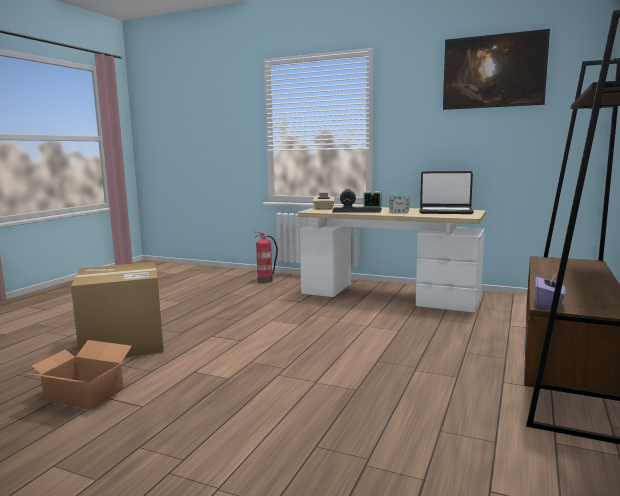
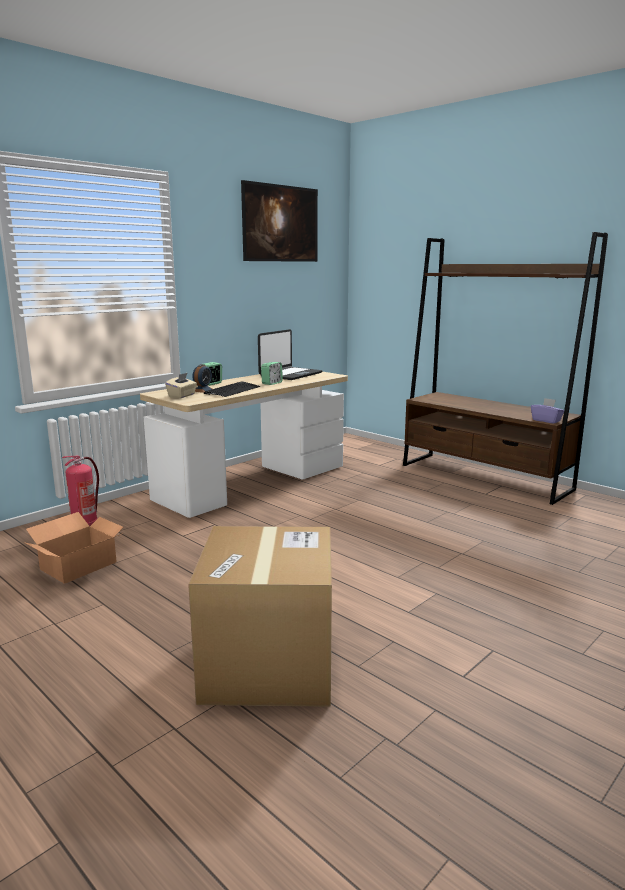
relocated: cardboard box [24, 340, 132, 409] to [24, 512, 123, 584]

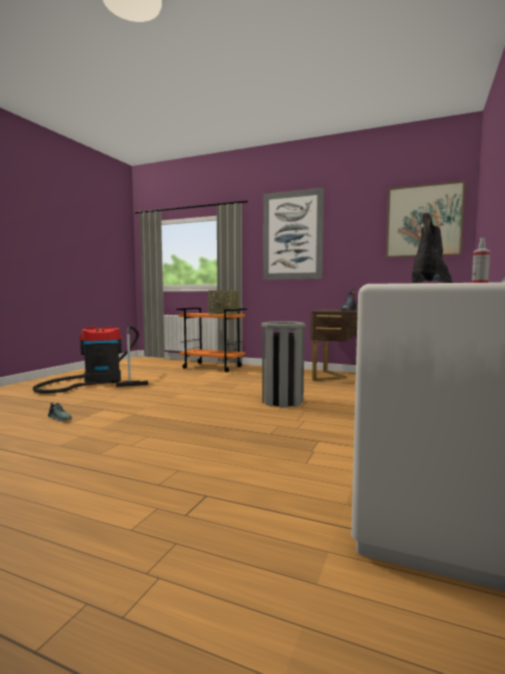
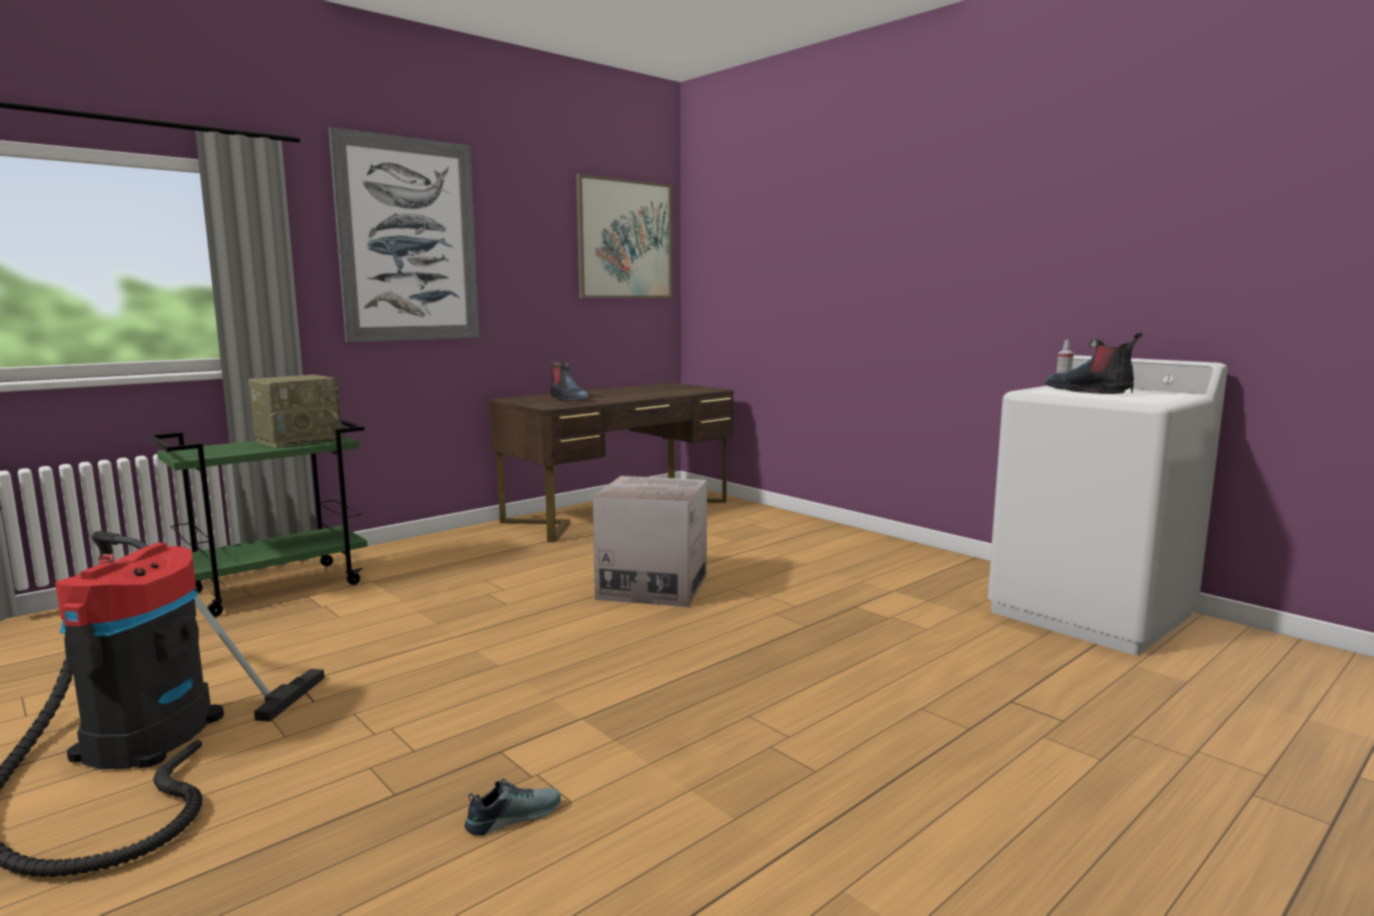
exchanged: grey trash can [261, 321, 306, 408] to cardboard box [593, 476, 707, 607]
colour: orangey cart [176, 308, 247, 372] to green-coloured cart [148, 420, 368, 617]

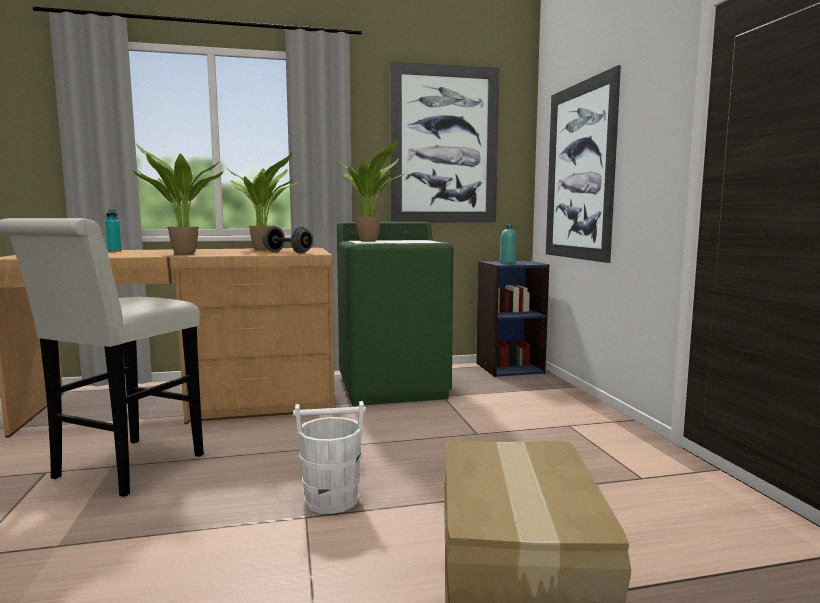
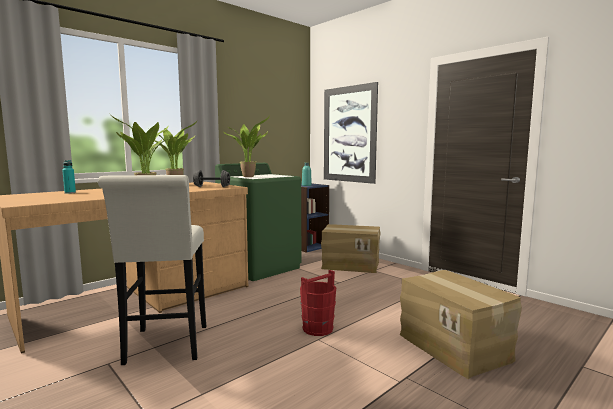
missing: wall art [390, 61, 499, 222]
appeared: cardboard box [321, 224, 380, 273]
colour: white-coloured pail [293, 401, 366, 514] to reddish pail [300, 270, 336, 336]

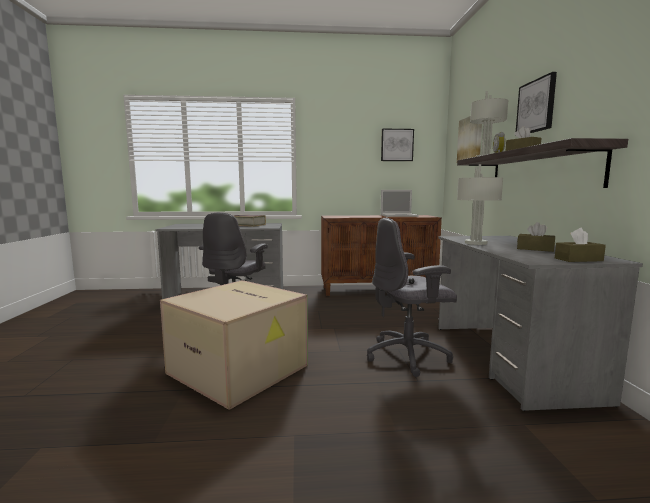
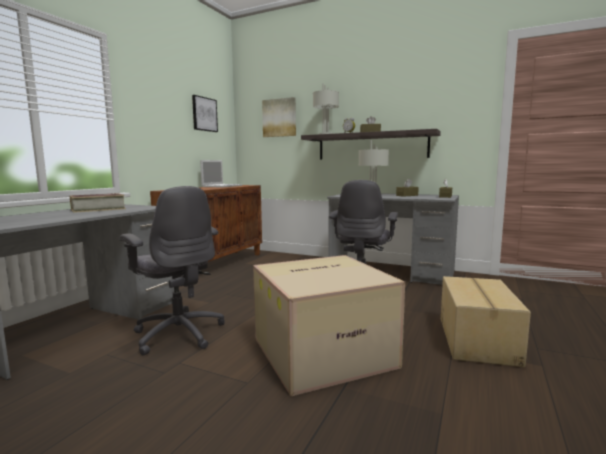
missing: wall art [515, 72, 557, 136]
appeared: cardboard box [441, 276, 531, 367]

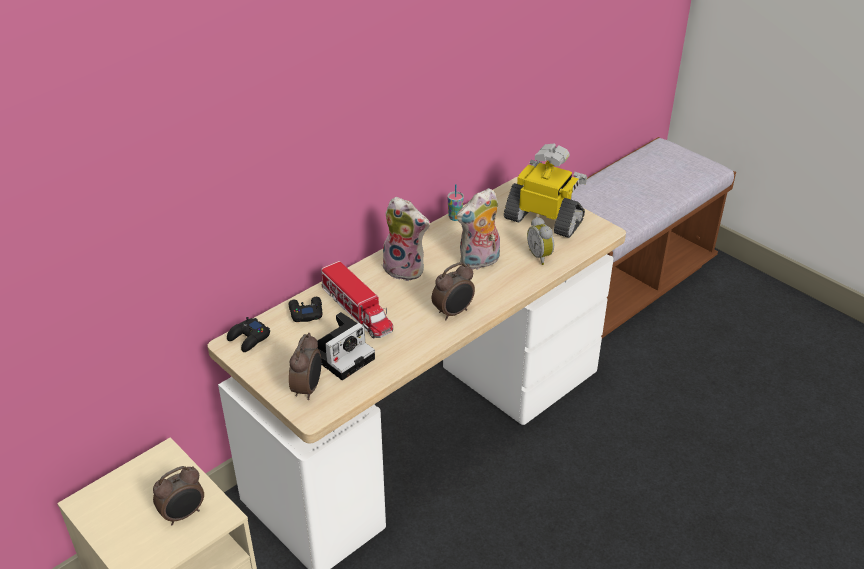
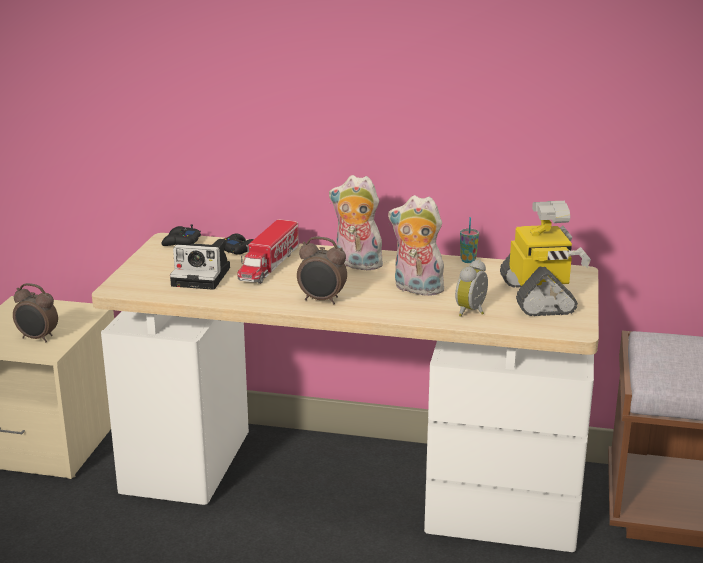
missing: alarm clock [289, 333, 321, 400]
spun: cuddly toy [383, 197, 430, 281] = [329, 175, 383, 270] 120 degrees clockwise

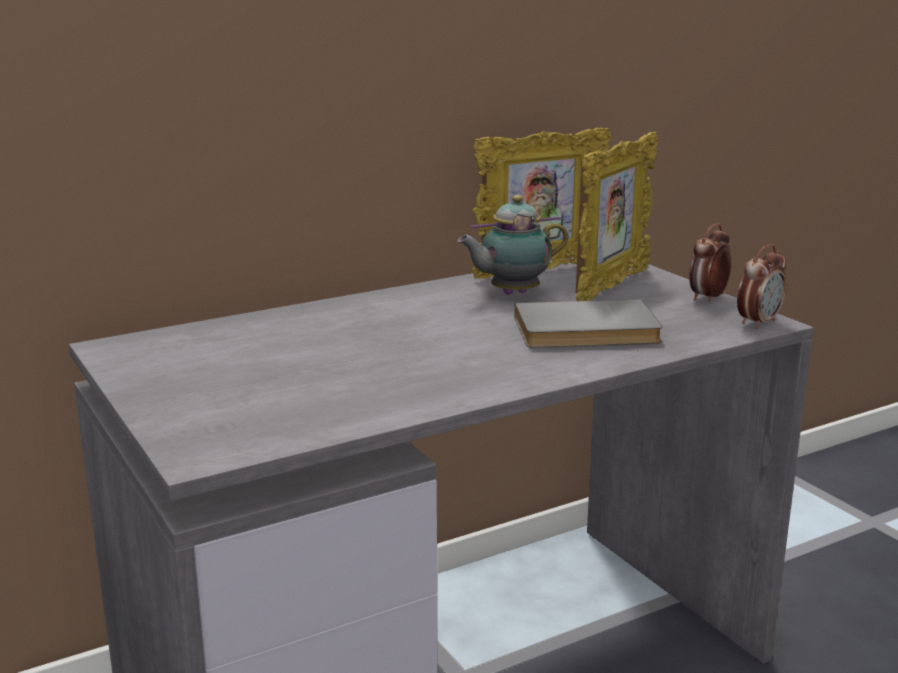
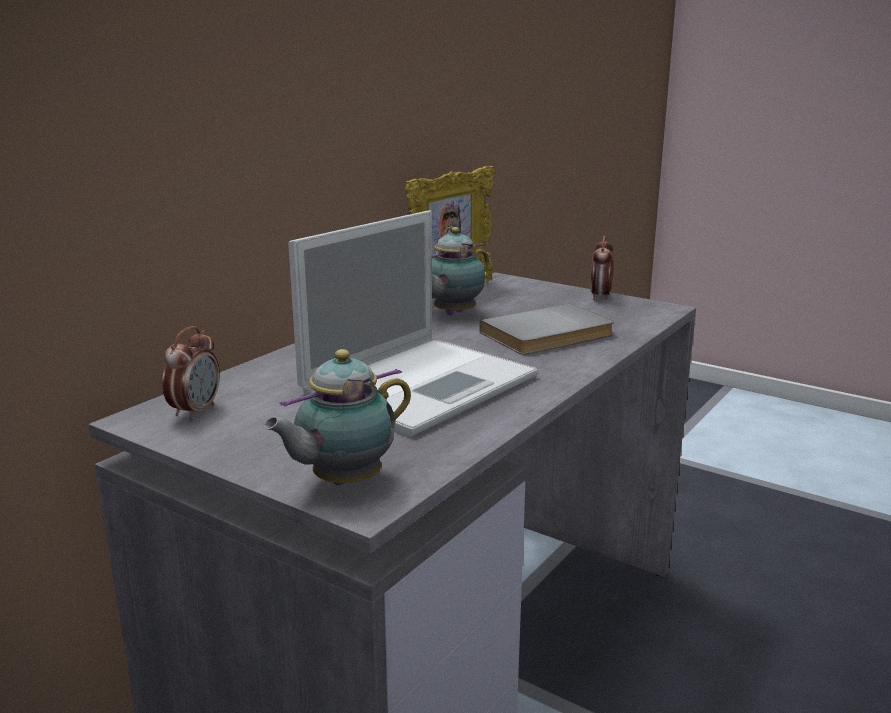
missing: photo frame [576, 132, 658, 301]
appeared: tea pot [263, 349, 411, 485]; notebook computer [288, 210, 537, 437]
relocated: alarm clock [737, 244, 786, 329] to [162, 326, 220, 420]

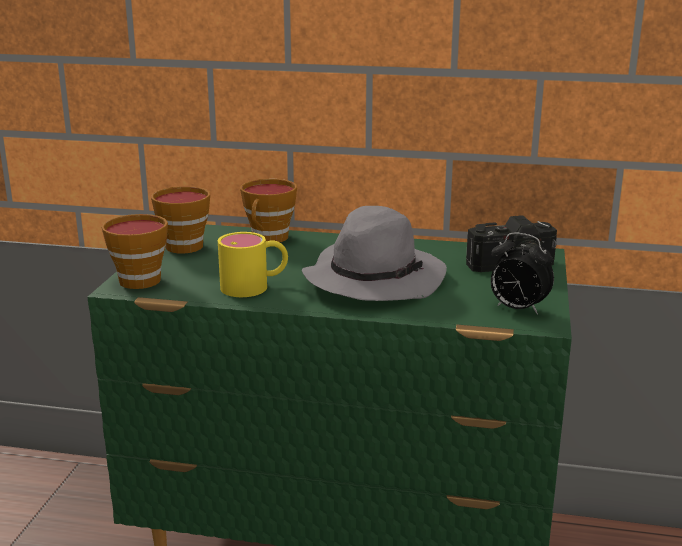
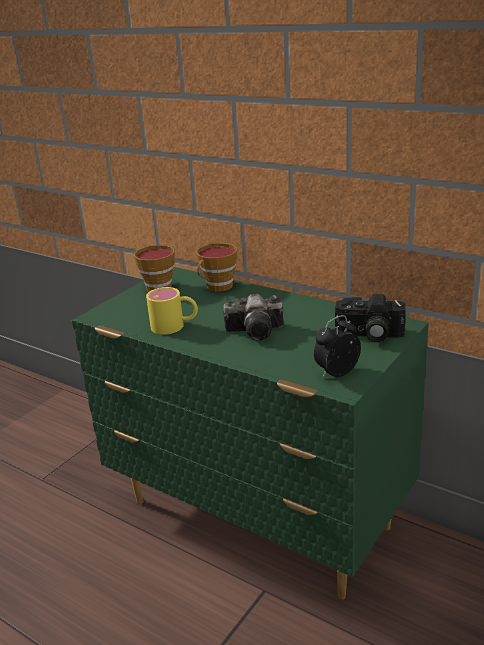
missing: cup [101, 214, 168, 289]
exchanged: grey wearable hat [302, 206, 447, 301] to still camera [223, 294, 283, 341]
spun: alarm clock [491, 233, 554, 315] = [314, 315, 361, 377] 90 degrees clockwise

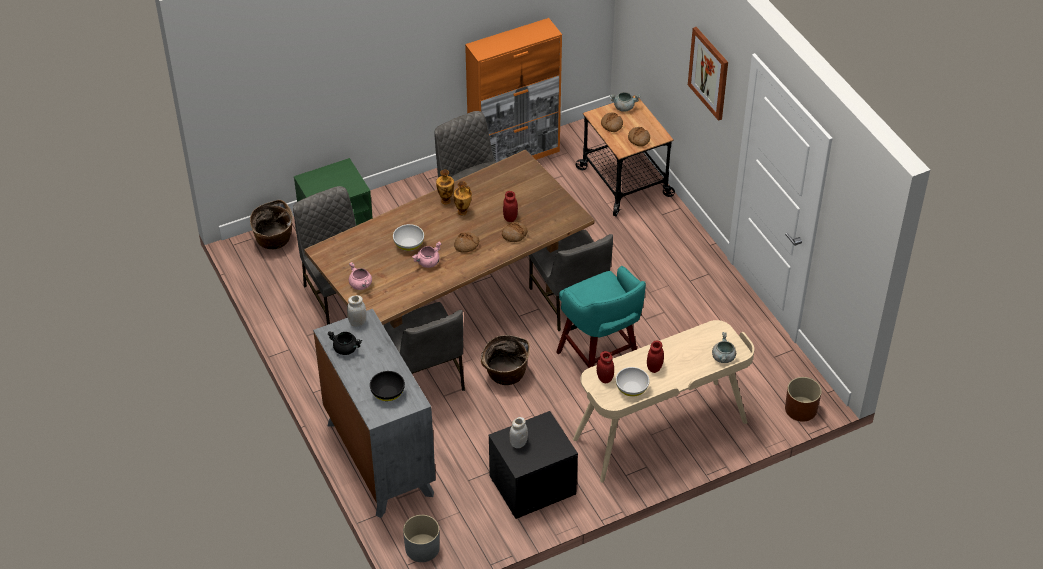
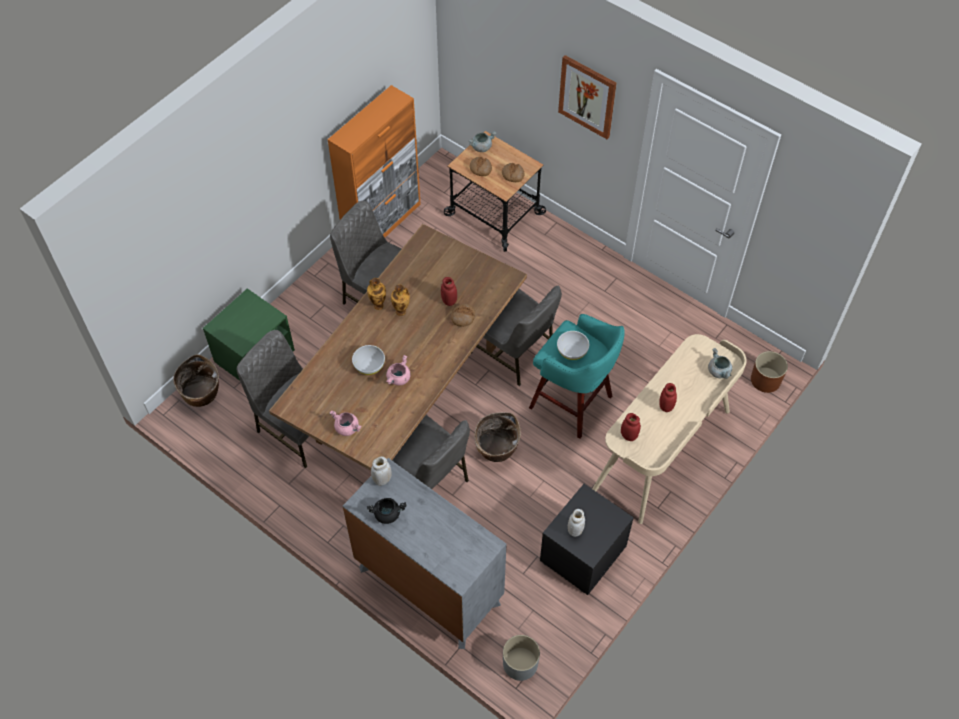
missing: blackish bowl [370, 371, 405, 401]; bread [454, 232, 479, 253]
relocated: white-coloured bowl [616, 367, 650, 397] to [557, 331, 589, 360]

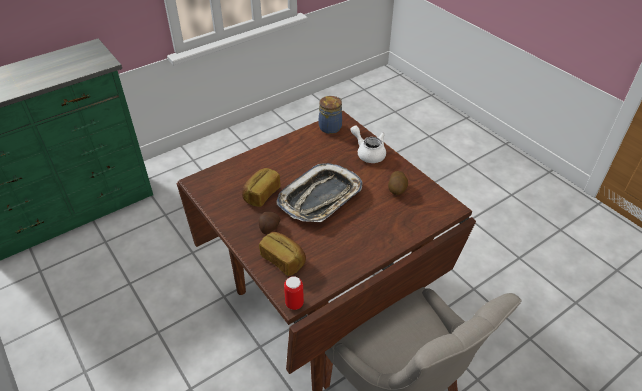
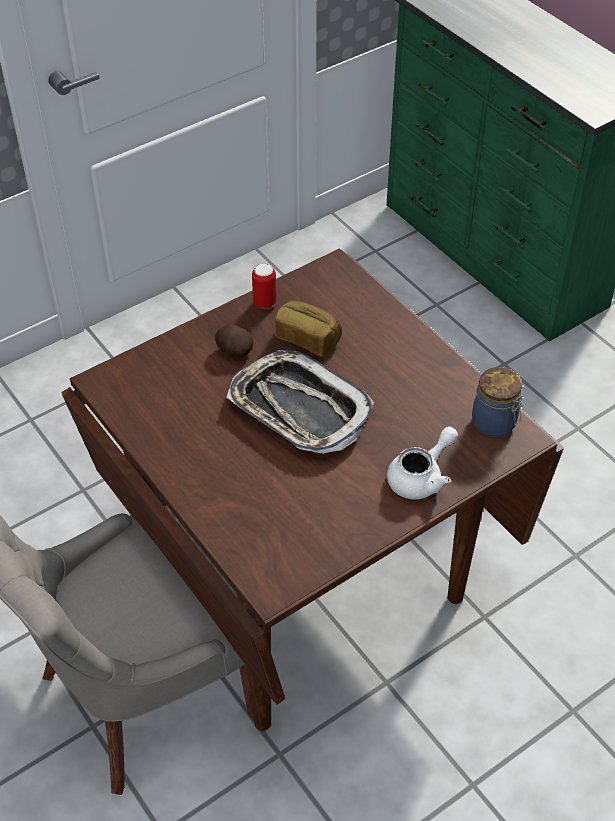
missing: bread [259, 232, 306, 276]; whole potato [388, 171, 408, 195]
relocated: can [284, 276, 304, 310] to [252, 264, 277, 309]

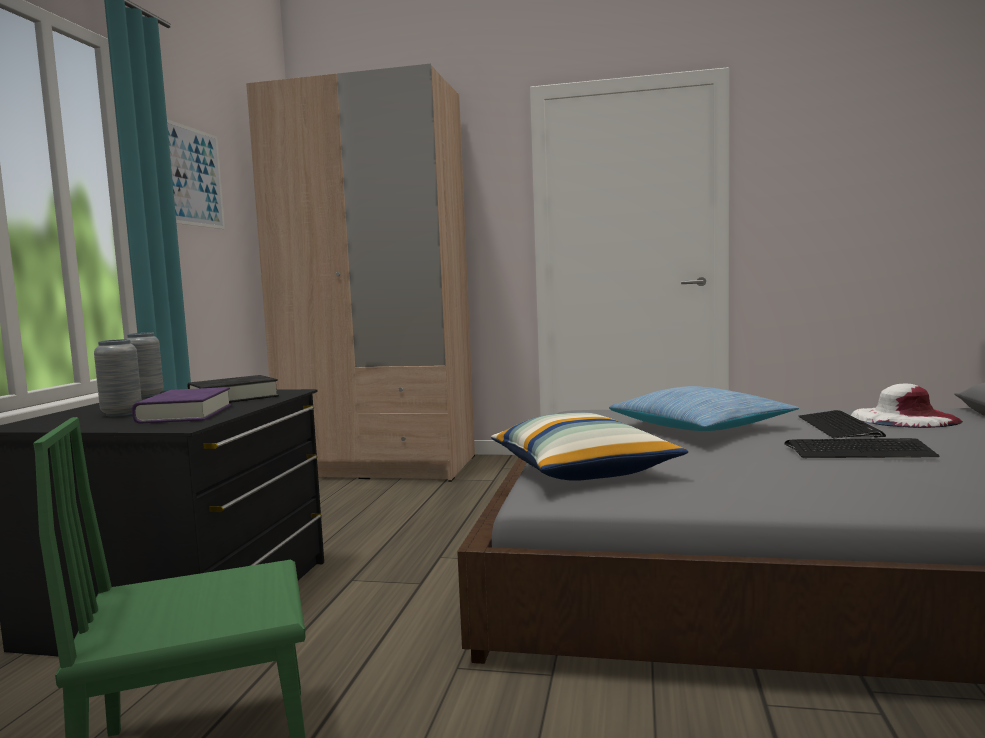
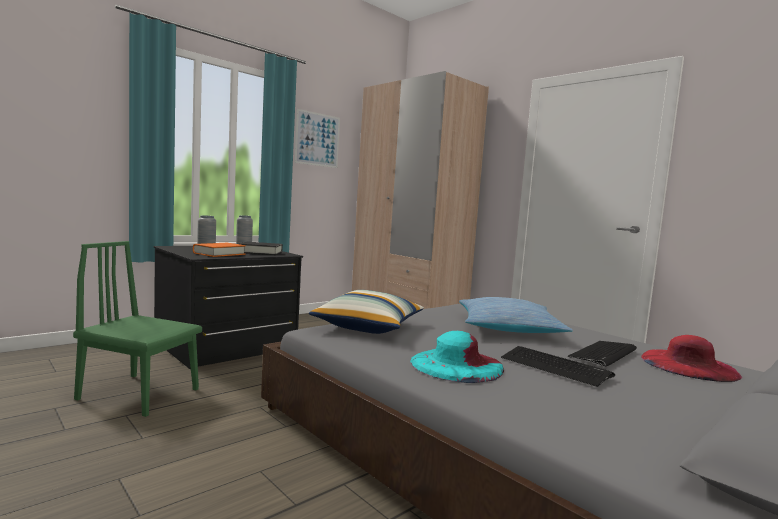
appeared: blue-green wearable hat [410, 331, 504, 383]
colour: purplish volume [132, 387, 231, 424] to orangey volume [193, 243, 246, 257]; white-coloured wearable hat [851, 384, 963, 428] to reddish wearable hat [641, 335, 742, 382]

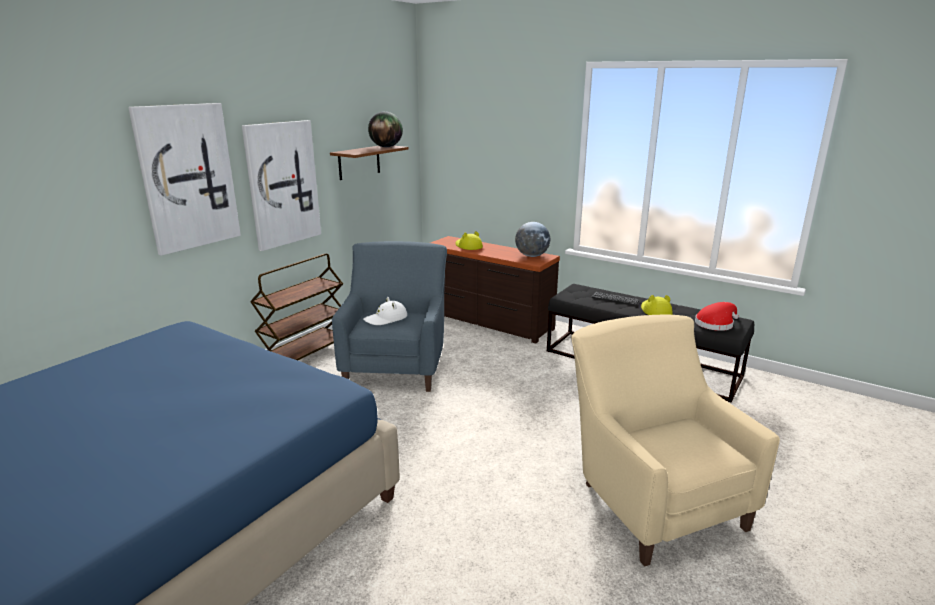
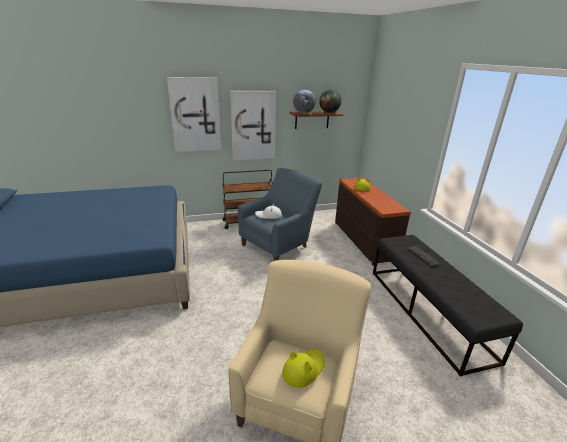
missing: reddish wearable hat [695, 302, 739, 331]
relocated: yellow-coloured wearable hat [641, 295, 673, 315] to [282, 349, 325, 388]; globe [515, 222, 550, 257] to [293, 90, 316, 114]

